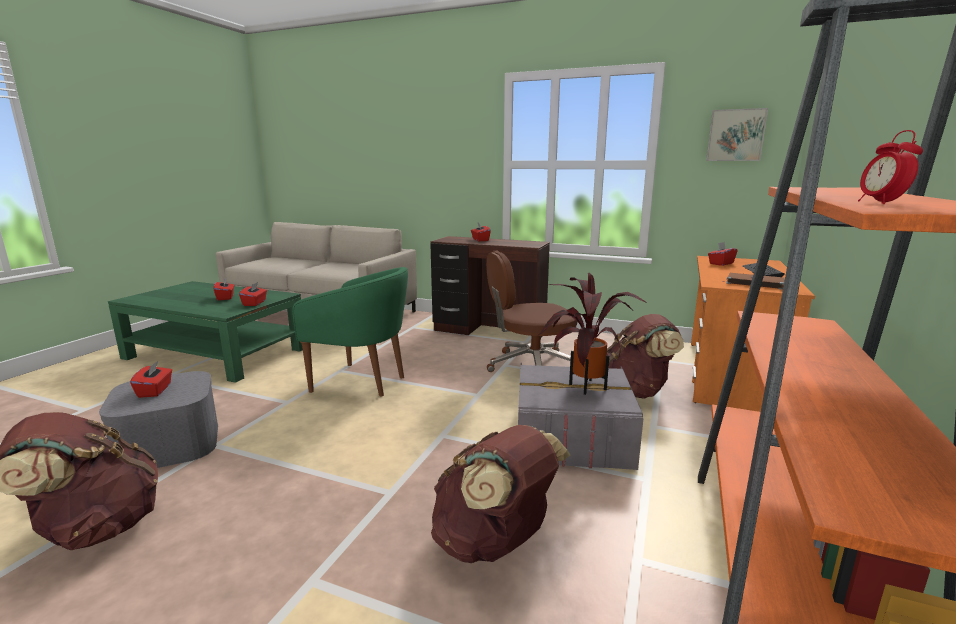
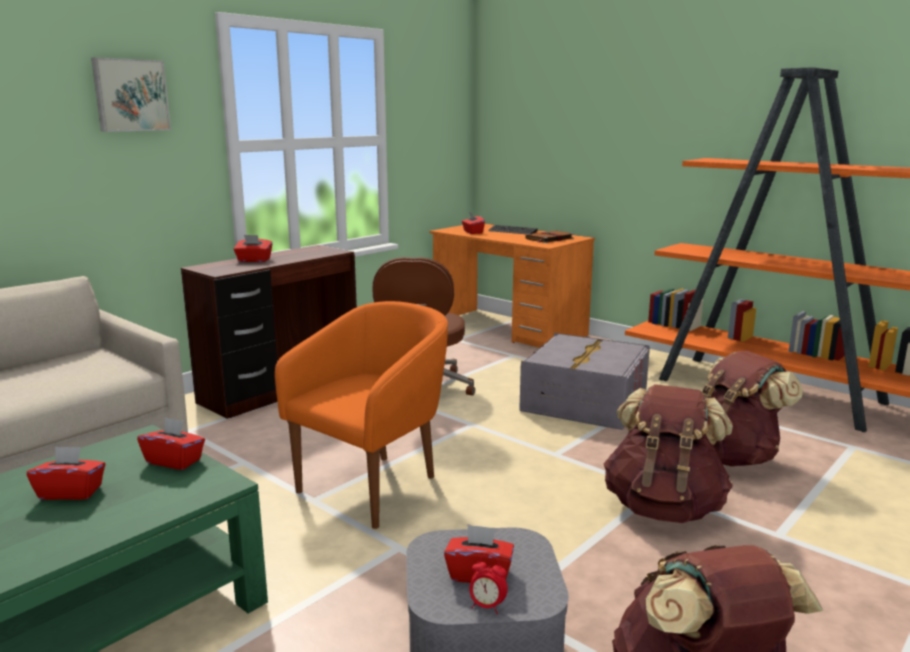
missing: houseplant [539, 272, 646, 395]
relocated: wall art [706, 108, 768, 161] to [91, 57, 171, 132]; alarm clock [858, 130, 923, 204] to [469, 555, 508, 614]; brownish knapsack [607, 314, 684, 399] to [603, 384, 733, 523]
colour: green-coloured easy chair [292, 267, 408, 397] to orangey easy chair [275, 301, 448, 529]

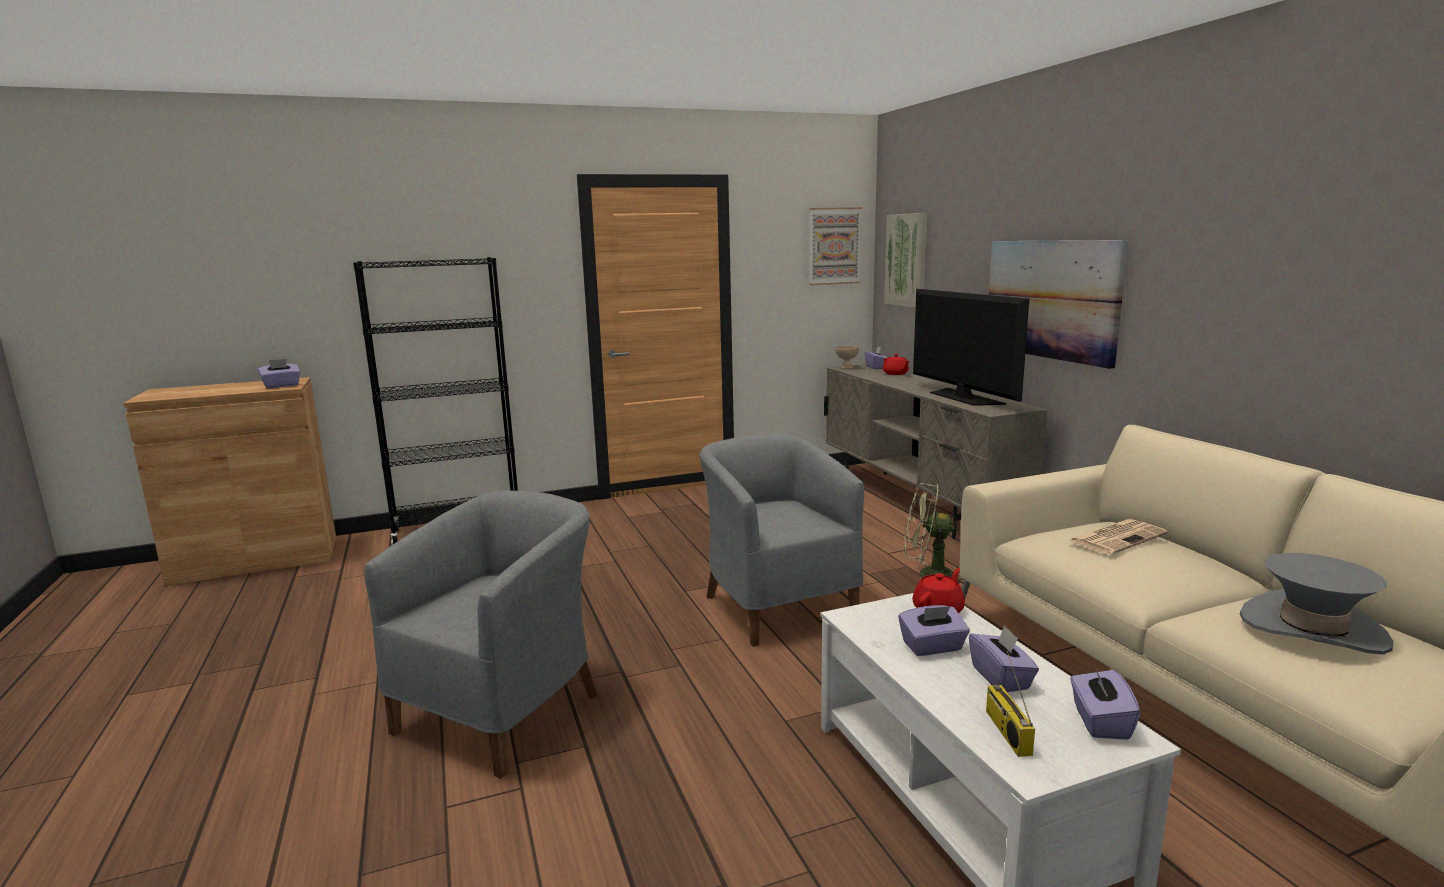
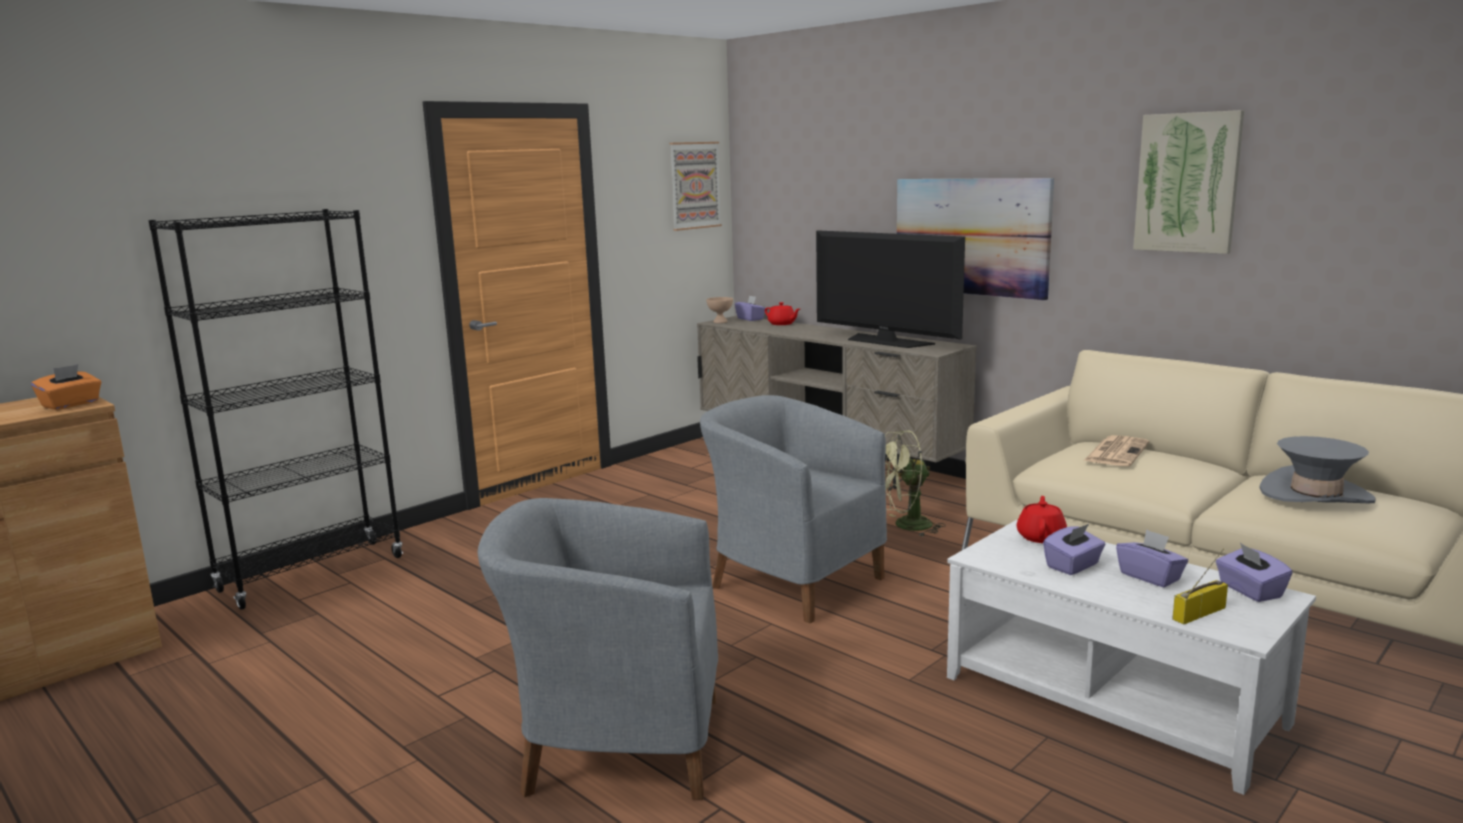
relocated: wall art [884, 213, 927, 308] to [1133, 110, 1244, 254]
colour: purplish tissue box [258, 359, 300, 388] to orangey tissue box [31, 364, 101, 410]
spun: grey easy chair [364, 490, 598, 779] = [478, 498, 718, 800] 90 degrees counterclockwise; radio receiver [986, 651, 1035, 757] = [1172, 548, 1228, 624] 90 degrees clockwise

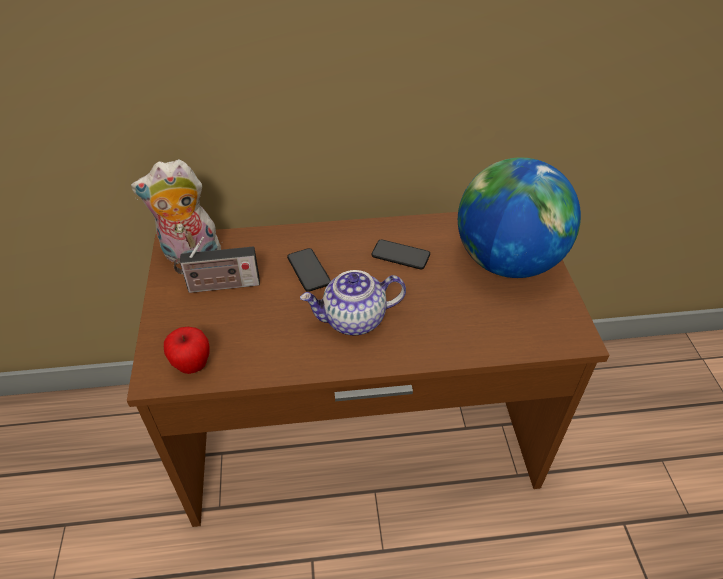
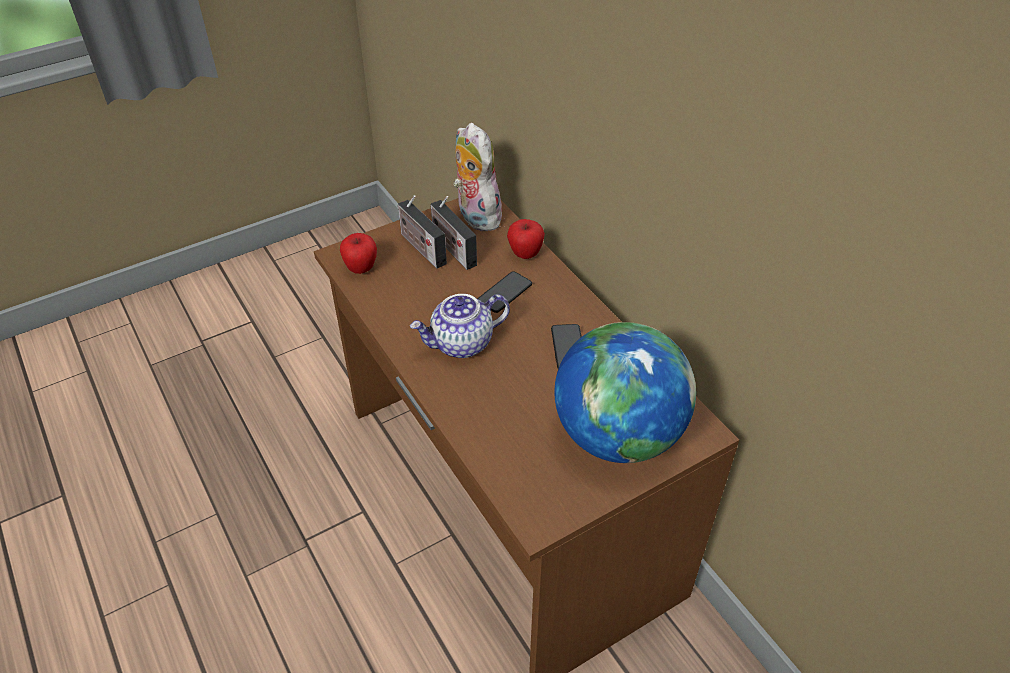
appeared: radio receiver [398, 195, 447, 269]; apple [507, 219, 545, 259]
spun: tea pot [300, 270, 406, 335] = [410, 294, 510, 358] 75 degrees counterclockwise

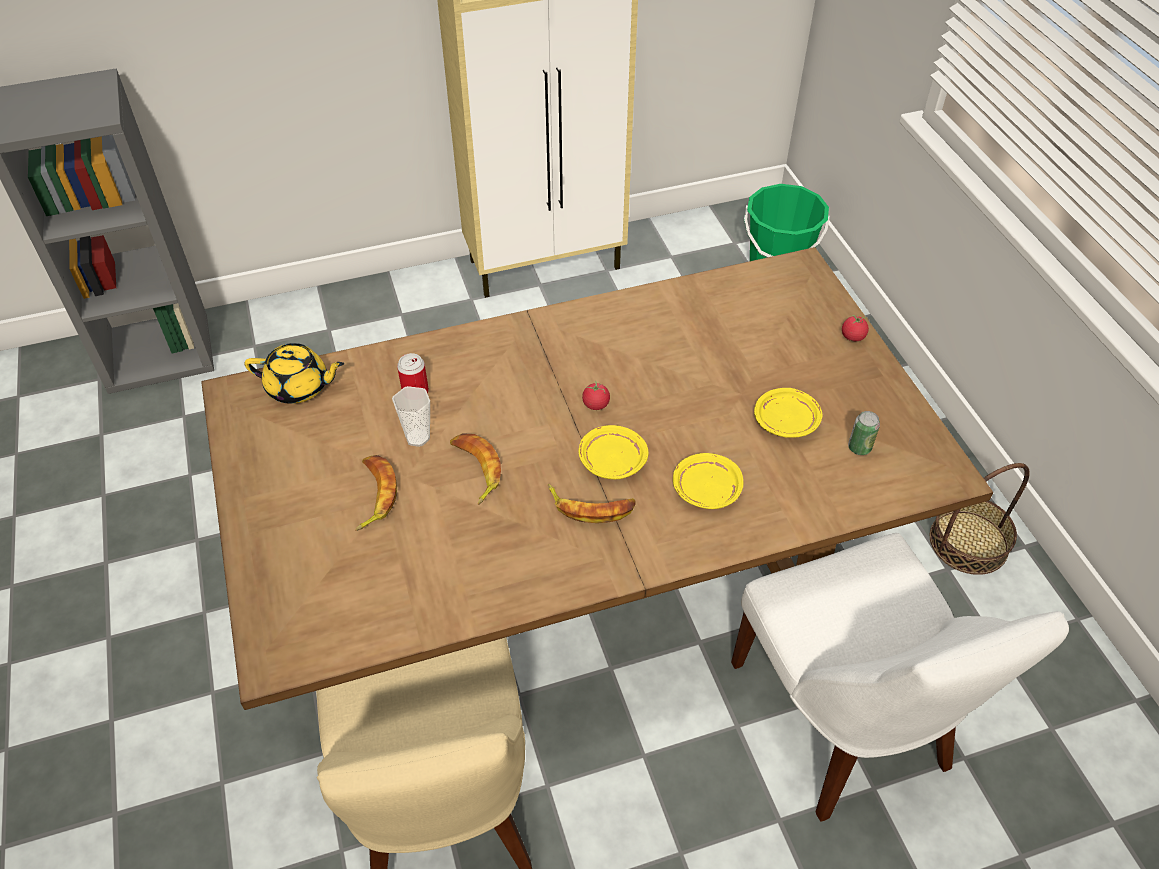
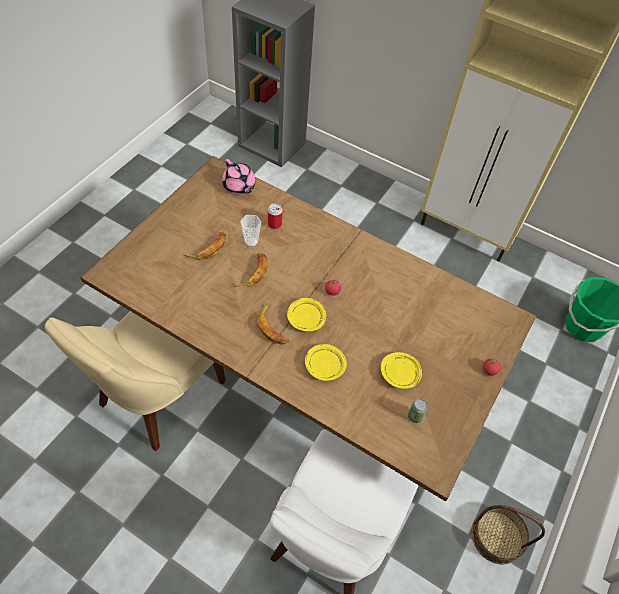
colour: yellow-coloured tea pot [245, 343, 344, 404] to pink tea pot [222, 159, 256, 194]

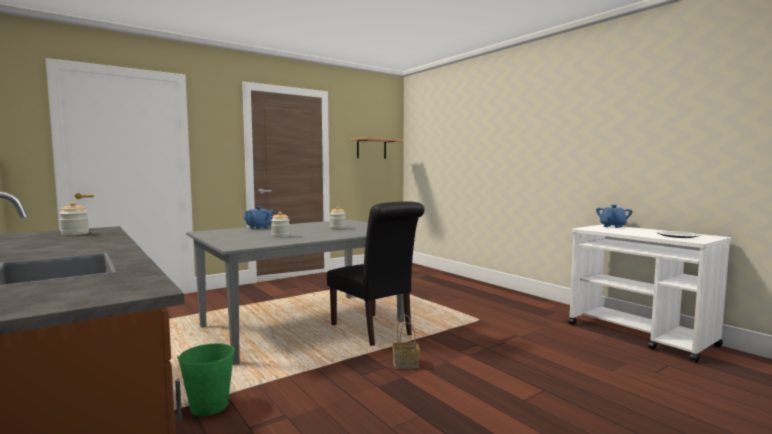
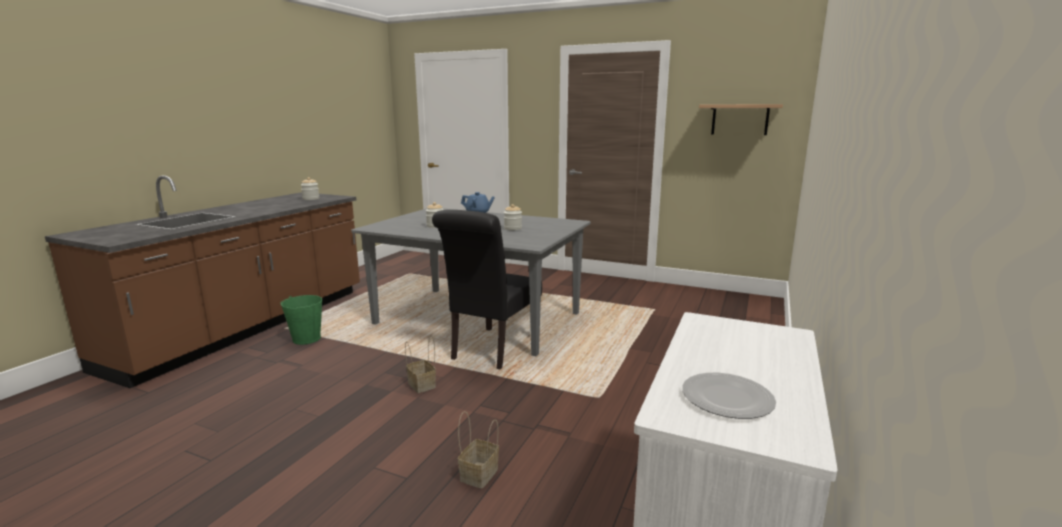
missing: blue tea pot [596, 205, 633, 228]
appeared: household basket [458, 411, 499, 488]

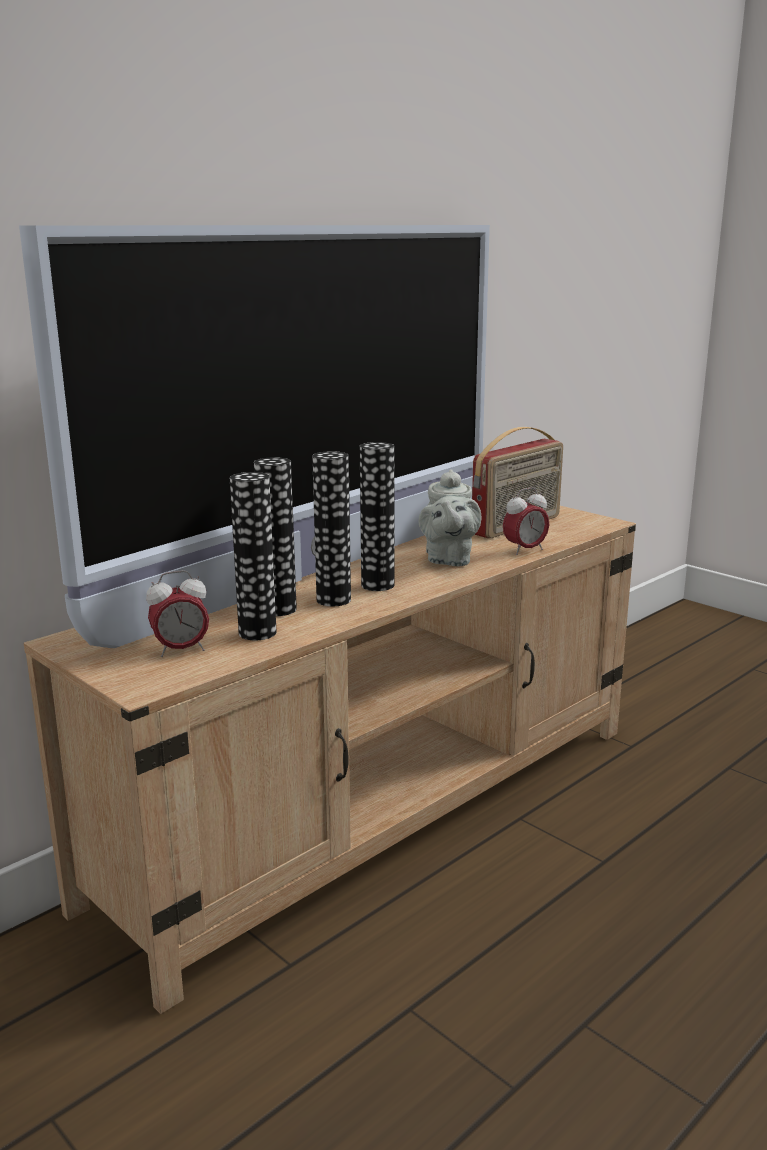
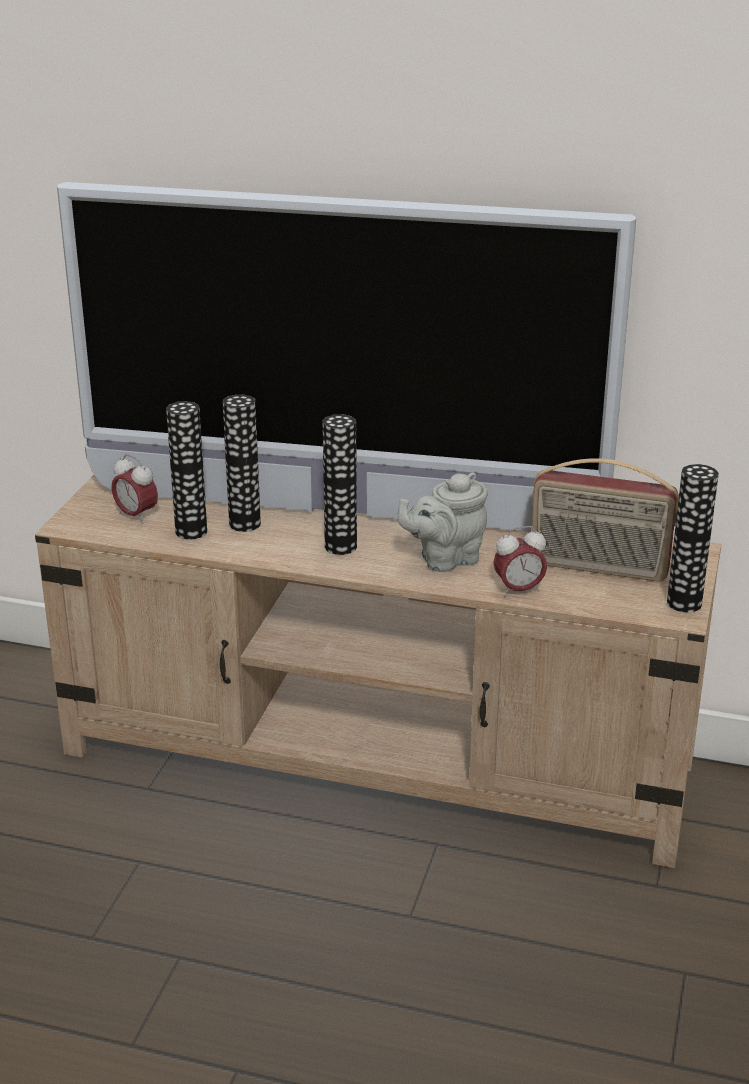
relocated: decorative vase [312, 451, 351, 606] to [667, 464, 719, 612]
spun: alarm clock [503, 487, 549, 555] = [493, 526, 547, 597] 45 degrees counterclockwise

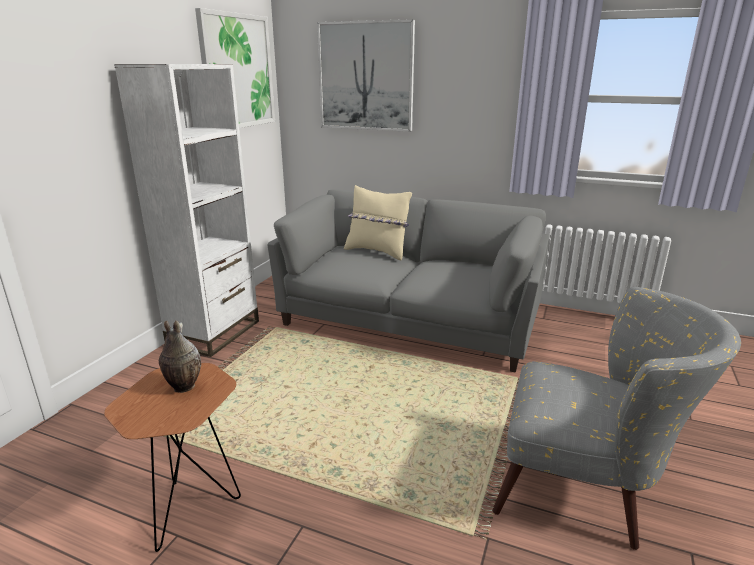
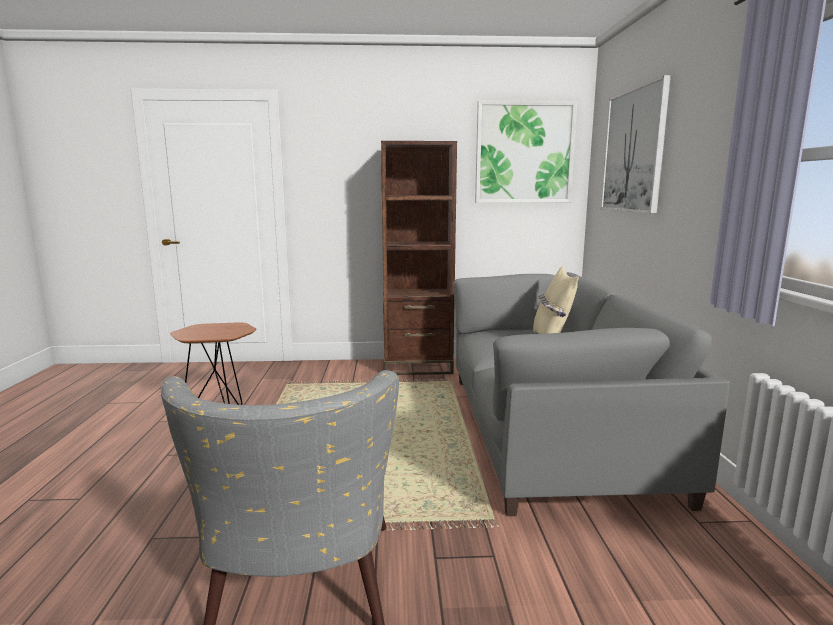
missing: decorative vase [159, 320, 201, 393]
colour: white-coloured shelving unit [114, 64, 259, 357] to brownish shelving unit [381, 141, 457, 375]

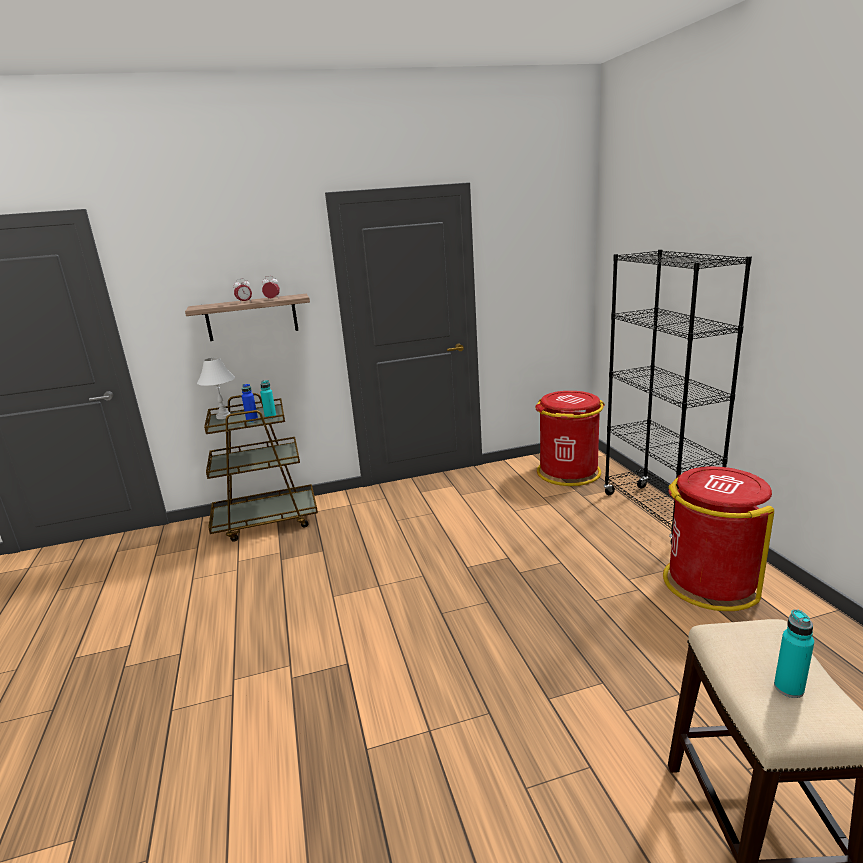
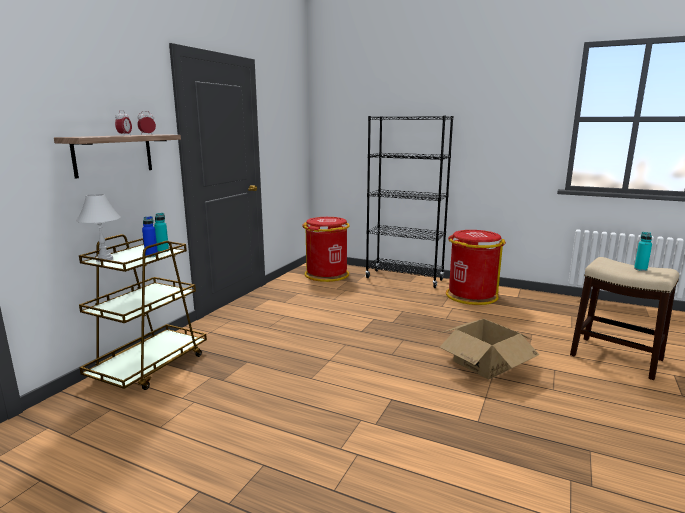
appeared: cardboard box [438, 319, 540, 379]

